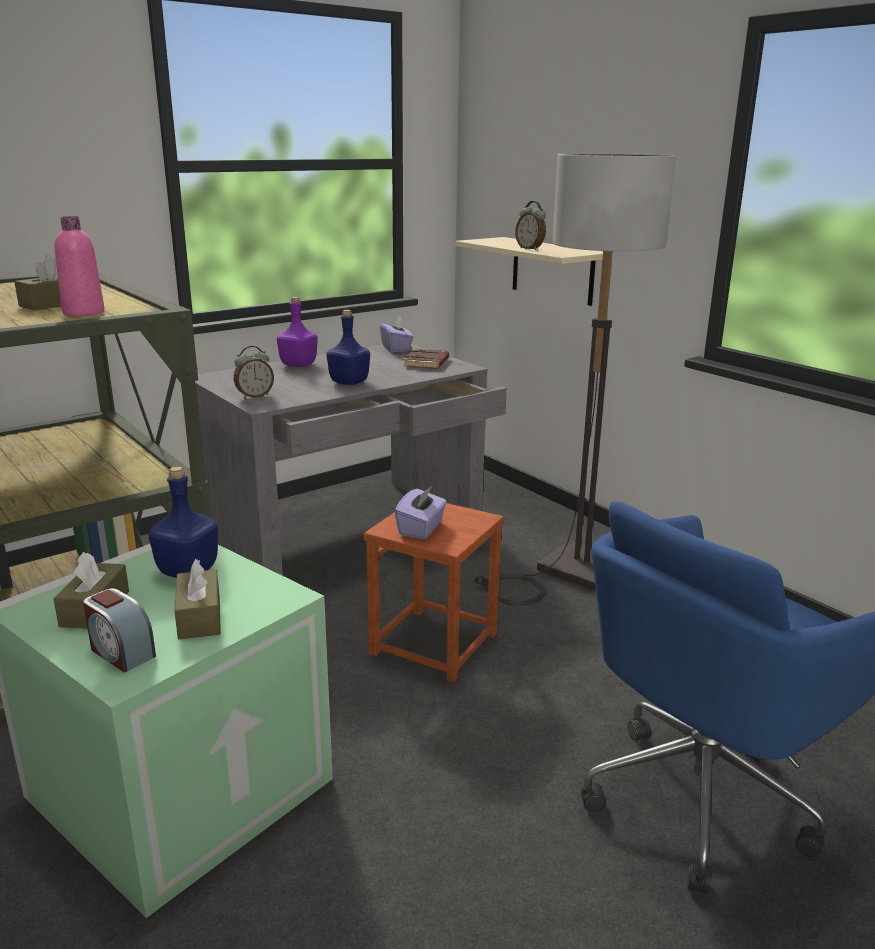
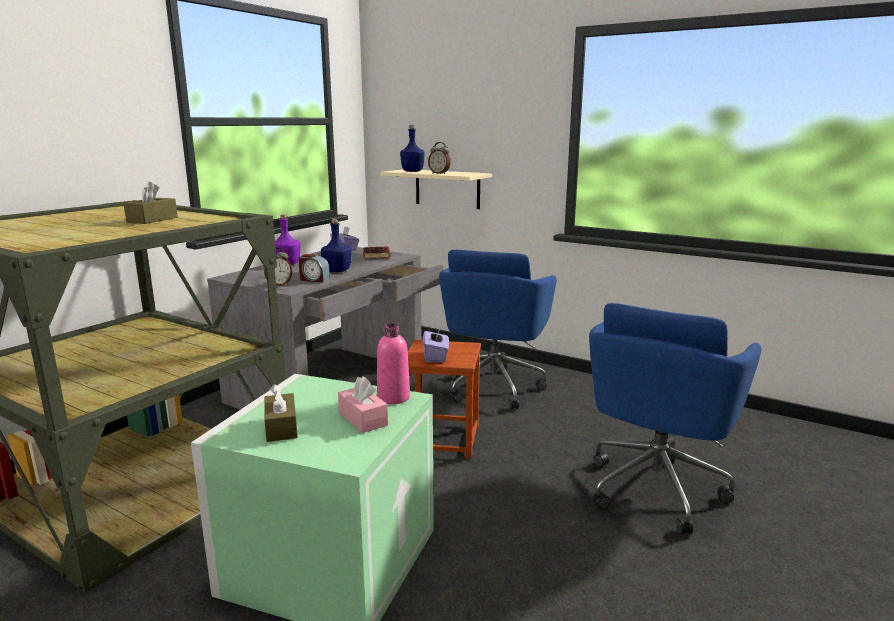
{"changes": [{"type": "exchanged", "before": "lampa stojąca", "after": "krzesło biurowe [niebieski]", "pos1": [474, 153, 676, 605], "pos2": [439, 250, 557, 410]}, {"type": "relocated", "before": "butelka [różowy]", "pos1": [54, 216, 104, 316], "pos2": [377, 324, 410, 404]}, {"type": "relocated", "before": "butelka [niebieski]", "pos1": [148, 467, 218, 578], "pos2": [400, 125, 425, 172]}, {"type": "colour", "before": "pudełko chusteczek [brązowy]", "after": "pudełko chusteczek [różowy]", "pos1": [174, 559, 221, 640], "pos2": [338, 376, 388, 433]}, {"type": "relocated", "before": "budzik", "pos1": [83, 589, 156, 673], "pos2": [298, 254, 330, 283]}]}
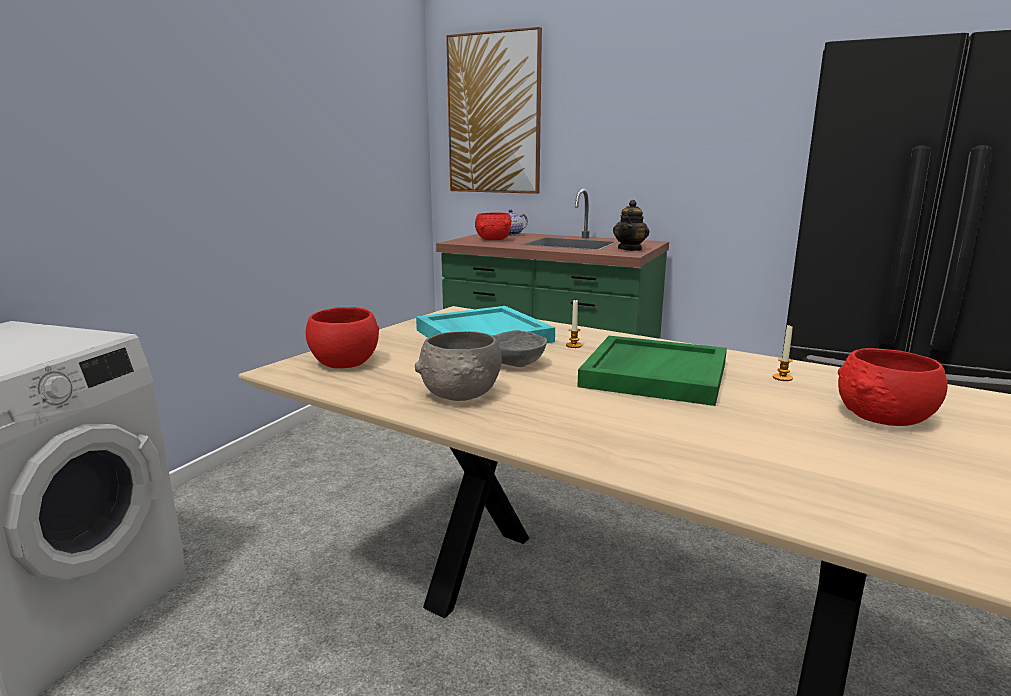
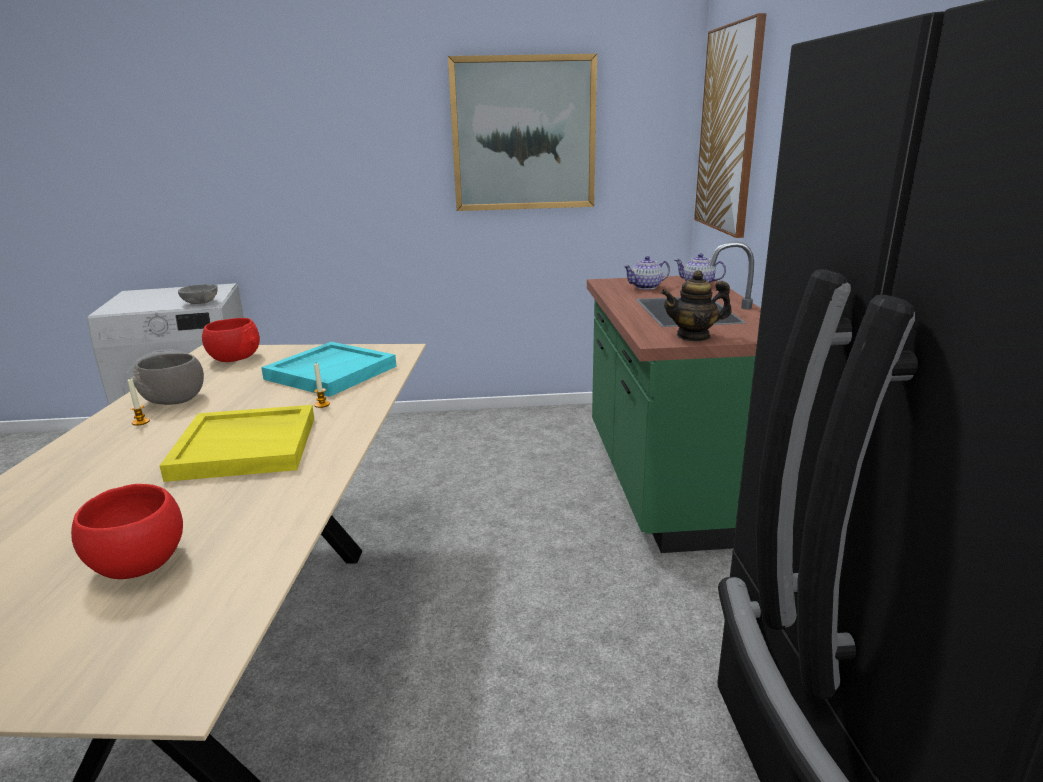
{"changes": [{"type": "exchanged", "before": "miska [czerwony]", "after": "imbryk", "pos1": [475, 213, 511, 240], "pos2": [623, 256, 670, 290]}, {"type": "relocated", "before": "świeca", "pos1": [773, 325, 793, 381], "pos2": [127, 378, 150, 426]}, {"type": "relocated", "before": "miska [szary]", "pos1": [492, 330, 547, 367], "pos2": [178, 284, 218, 304]}, {"type": "colour", "before": "taca [zielony]", "after": "taca [żółty]", "pos1": [577, 336, 727, 406], "pos2": [159, 405, 314, 482]}, {"type": "appeared", "after": "obraz", "pos2": [448, 54, 597, 211]}]}
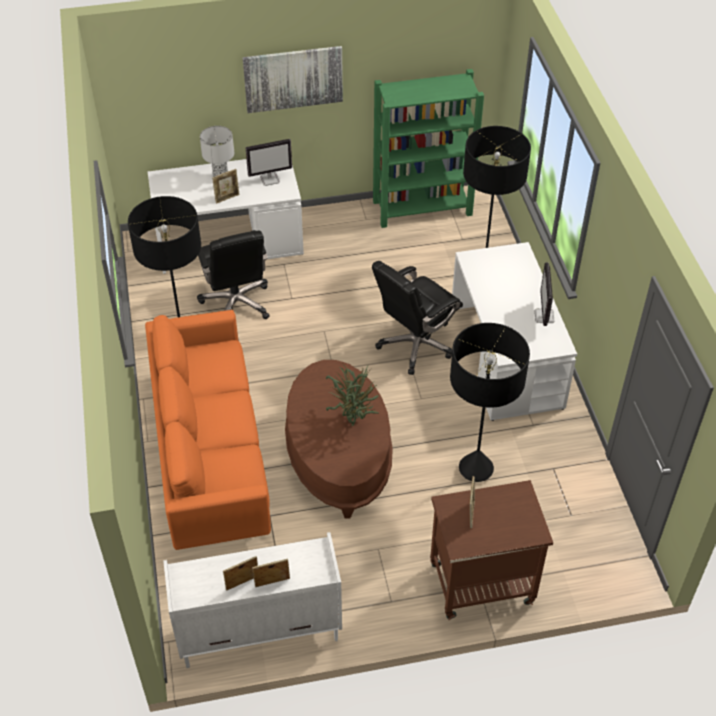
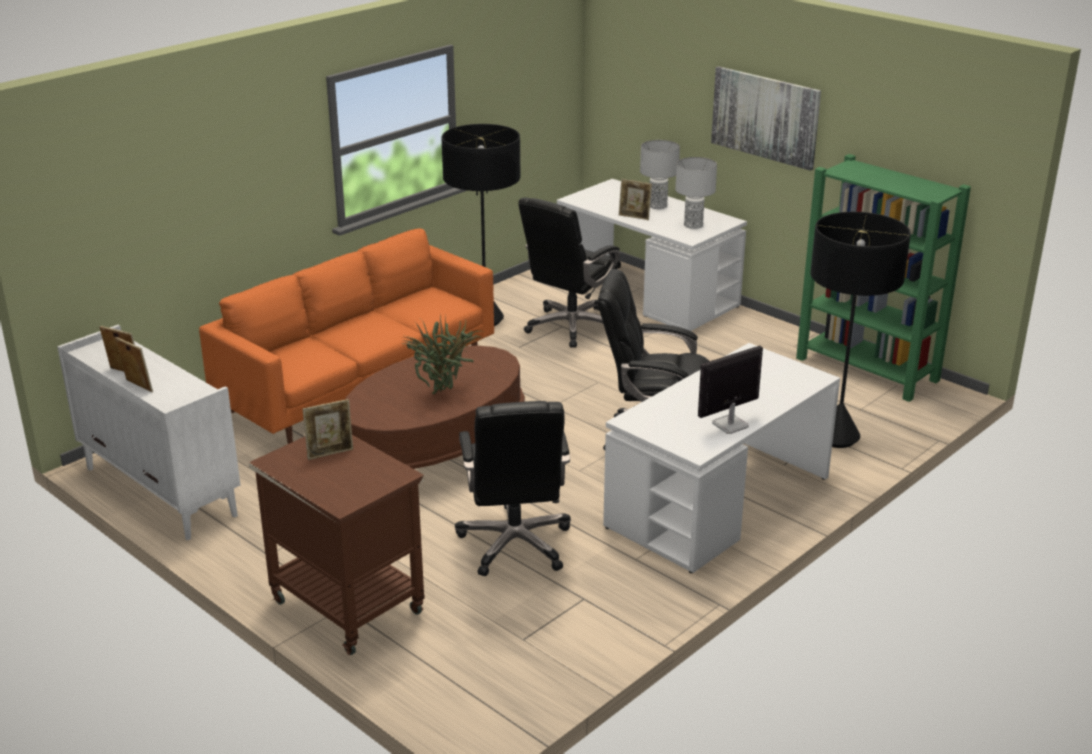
{"changes": [{"type": "exchanged", "before": "monitor", "after": "lampa stołowa [biały]", "pos1": [246, 139, 292, 186], "pos2": [675, 157, 717, 229]}, {"type": "exchanged", "before": "lampa stojąca [czarny]", "after": "krzesło biurowe [czarny]", "pos1": [450, 323, 530, 482], "pos2": [455, 401, 571, 576]}]}
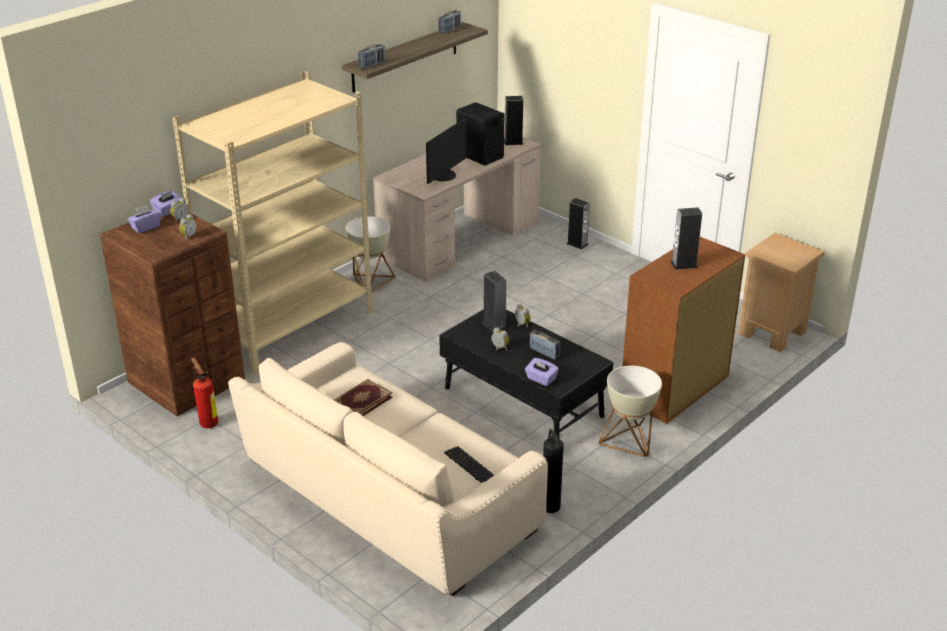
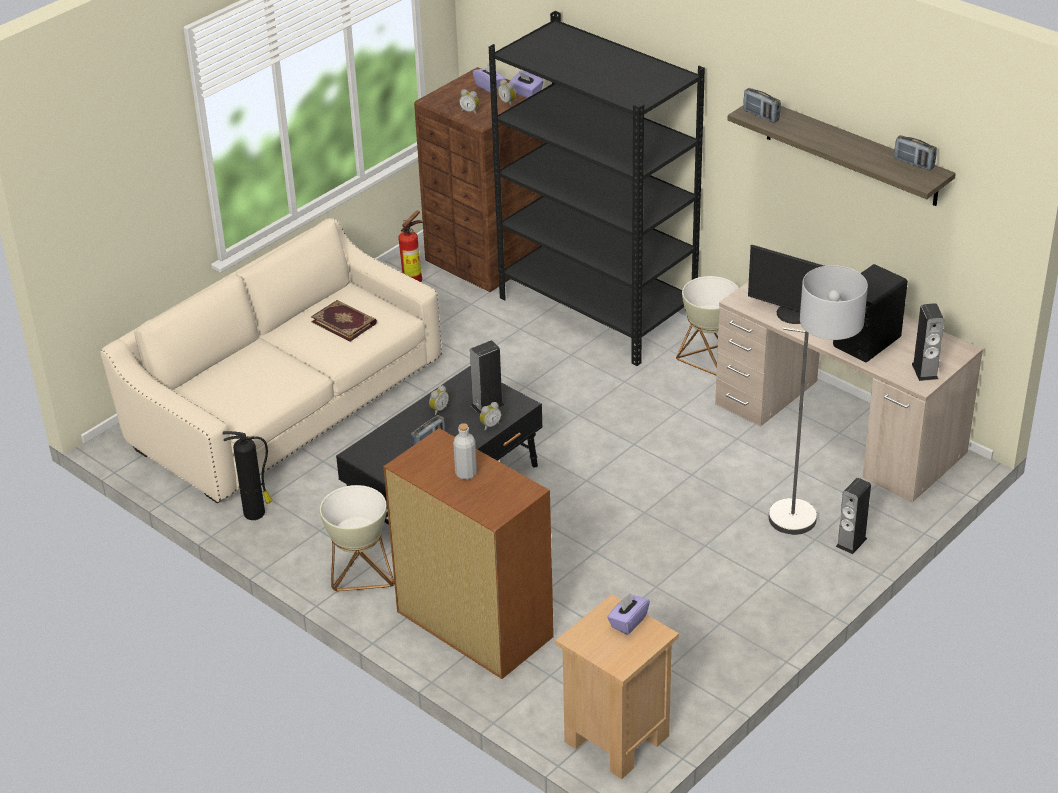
{"changes": [{"type": "colour", "before": "regał [beżowy]", "after": "regał [czarny]", "pos1": [173, 71, 372, 375], "pos2": [489, 11, 705, 366]}, {"type": "exchanged", "before": "głośnik", "after": "butelka [szary]", "pos1": [670, 207, 702, 270], "pos2": [453, 423, 477, 480]}, {"type": "relocated", "before": "pudełko chusteczek [fioletowy]", "pos1": [525, 358, 559, 386], "pos2": [607, 593, 650, 635]}, {"type": "missing", "before": "klawiatura", "pos1": [444, 446, 494, 483]}, {"type": "appeared", "after": "lampa stojąca [szary]", "pos2": [769, 265, 868, 535]}]}
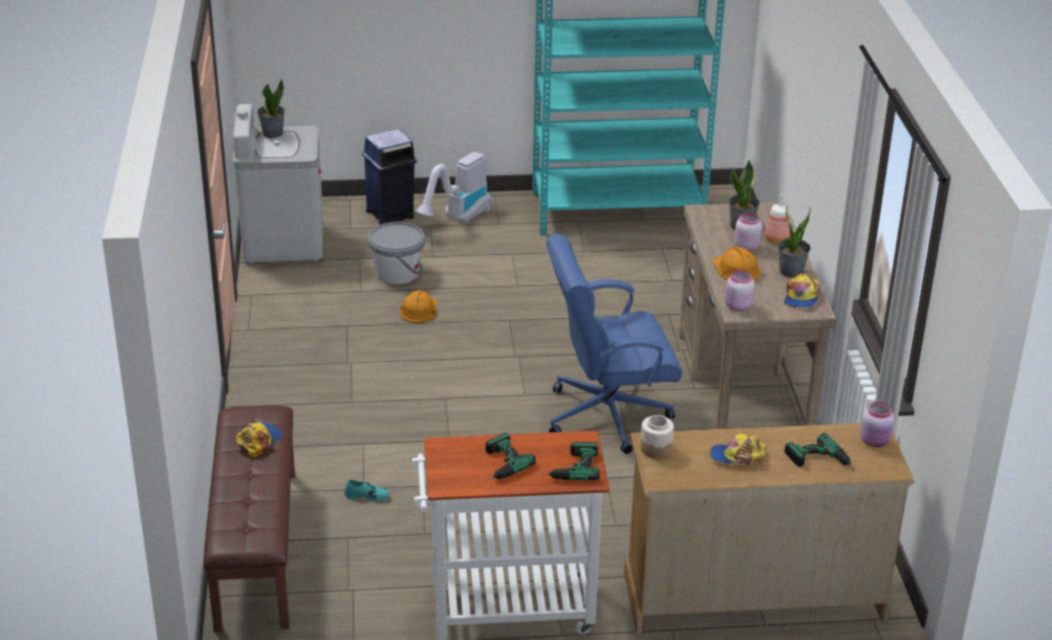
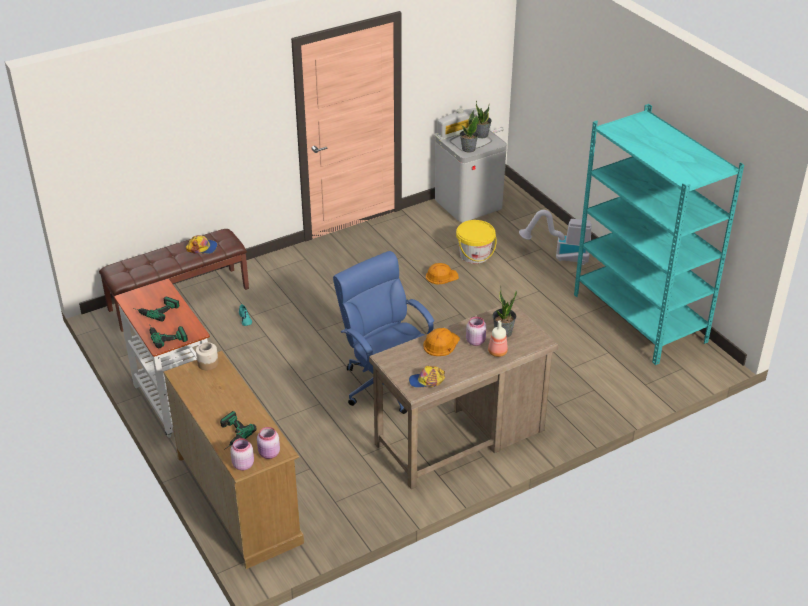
{"changes": [{"type": "missing", "before": "kosz na śmieci [niebieski]", "pos1": [362, 129, 417, 225]}, {"type": "relocated", "before": "roślina doniczkowa", "pos1": [778, 206, 811, 278], "pos2": [460, 110, 479, 153]}, {"type": "colour", "before": "wiadro [szary]", "after": "wiadro [żółty]", "pos1": [368, 222, 425, 284], "pos2": [456, 220, 496, 264]}, {"type": "relocated", "before": "słoik [różowy]", "pos1": [725, 270, 755, 311], "pos2": [230, 438, 254, 470]}, {"type": "missing", "before": "czapka z daszkiem", "pos1": [710, 433, 767, 465]}]}
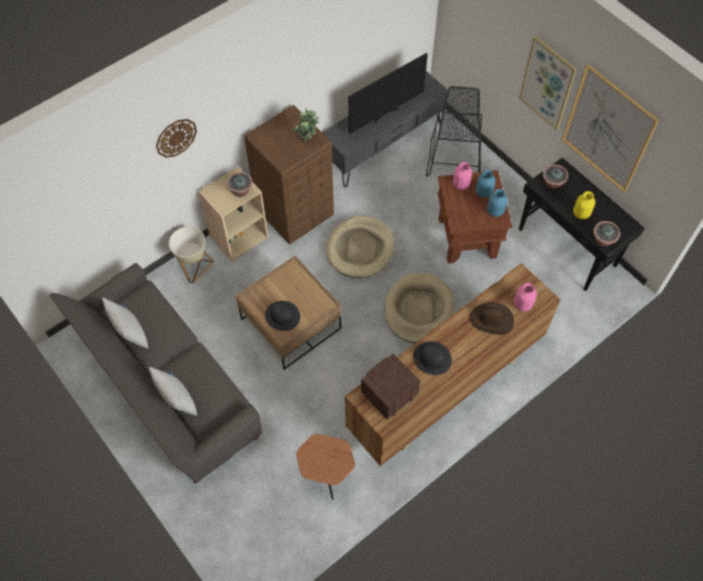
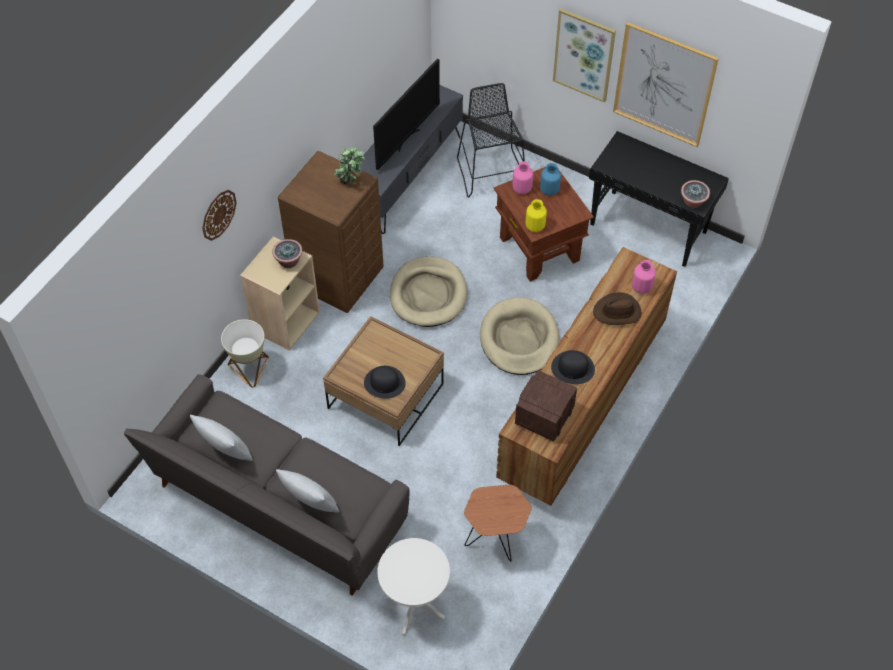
{"changes": [{"type": "missing", "before": "roślina doniczkowa", "pos1": [543, 164, 568, 189]}, {"type": "missing", "before": "wazon [niebieski]", "pos1": [487, 189, 508, 217]}, {"type": "relocated", "before": "wazon [żółty]", "pos1": [573, 191, 595, 219], "pos2": [525, 199, 547, 232]}, {"type": "appeared", "after": "stolik [biały]", "pos2": [378, 538, 450, 636]}]}
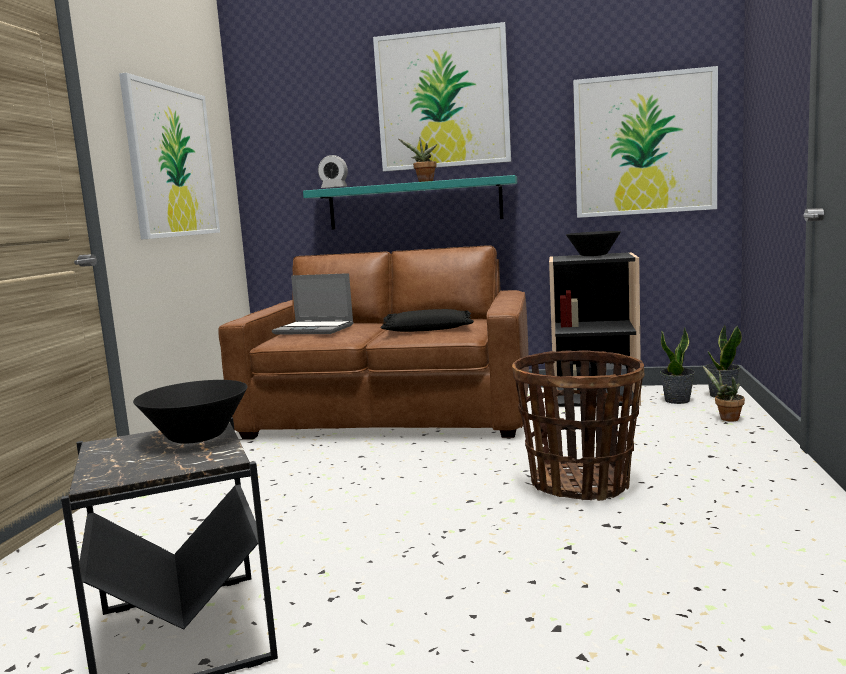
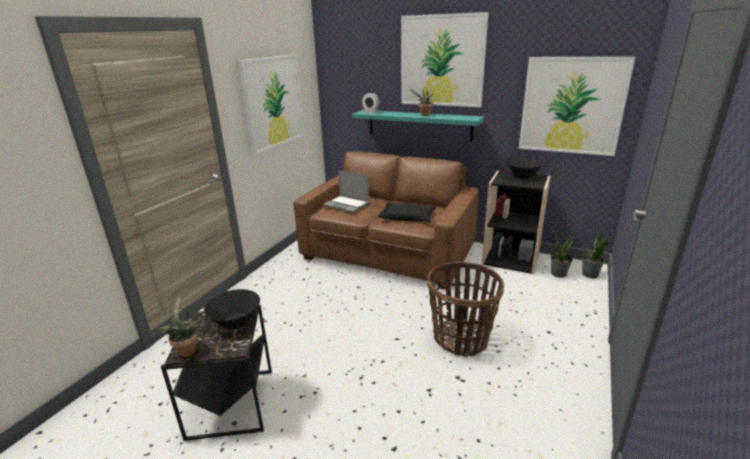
{"changes": [{"type": "relocated", "before": "roślina doniczkowa", "pos1": [703, 366, 745, 422], "pos2": [157, 296, 198, 357]}]}
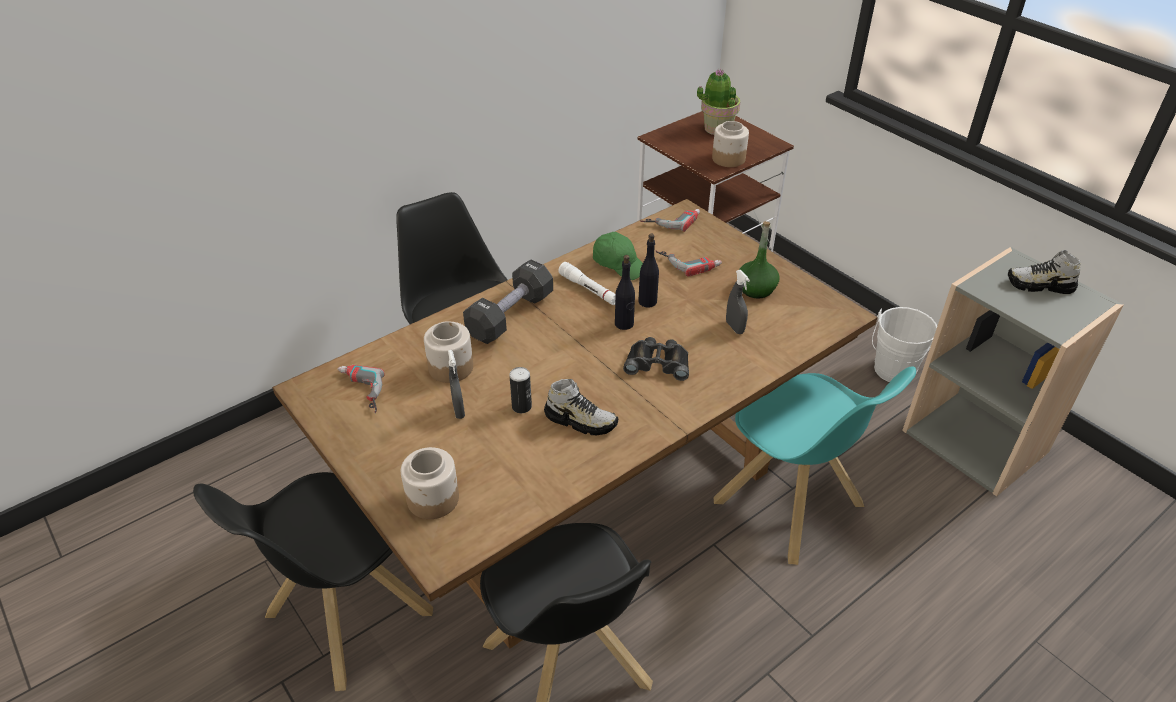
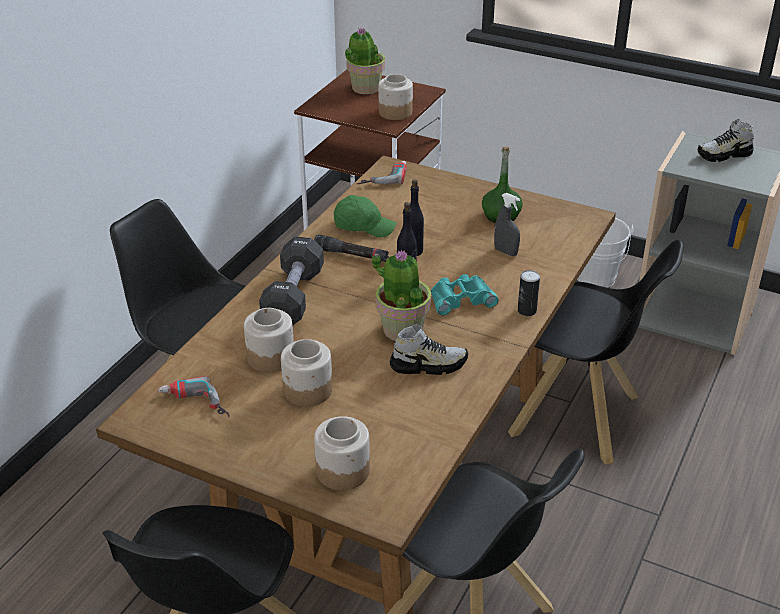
{"changes": [{"type": "missing", "before": "wiertarka", "pos1": [656, 250, 722, 277]}, {"type": "colour", "before": "latarka [biały]", "after": "latarka [czarny]", "pos1": [558, 262, 615, 305], "pos2": [314, 235, 389, 262]}, {"type": "colour", "before": "lornetka [czarny]", "after": "lornetka [turkusowy]", "pos1": [623, 337, 689, 381], "pos2": [431, 274, 499, 315]}, {"type": "exchanged", "before": "spryskiwacz [szary]", "after": "słoik", "pos1": [448, 350, 465, 419], "pos2": [281, 339, 332, 407]}, {"type": "colour", "before": "krzesło [turkusowy]", "after": "krzesło [czarny]", "pos1": [714, 366, 916, 565], "pos2": [508, 240, 684, 465]}, {"type": "relocated", "before": "puszka", "pos1": [509, 367, 532, 413], "pos2": [518, 270, 540, 316]}, {"type": "appeared", "after": "roślina doniczkowa", "pos2": [372, 249, 431, 341]}]}
